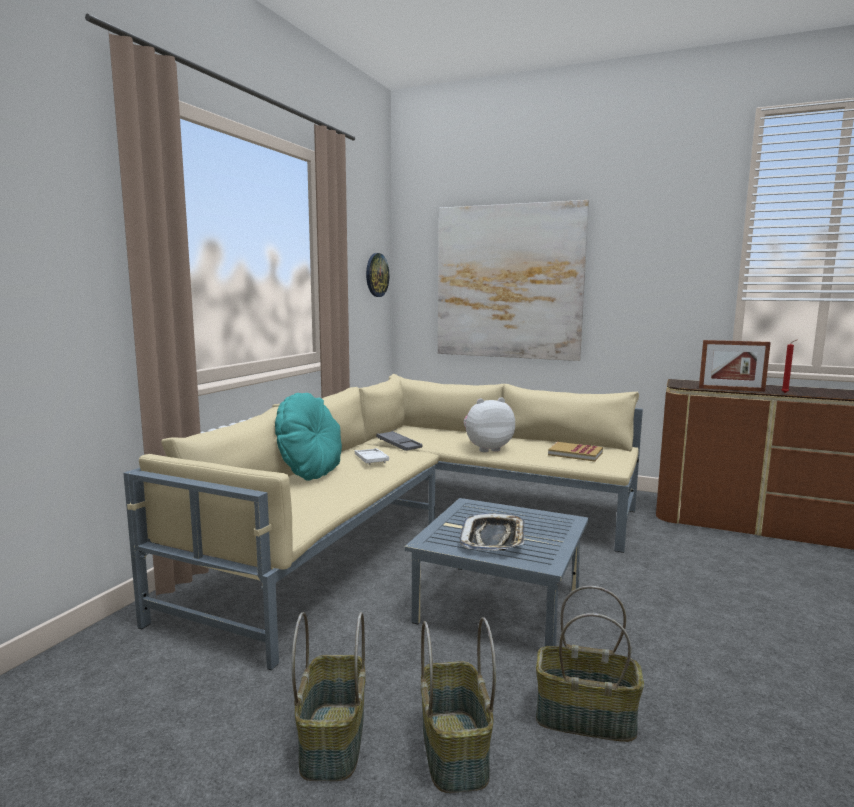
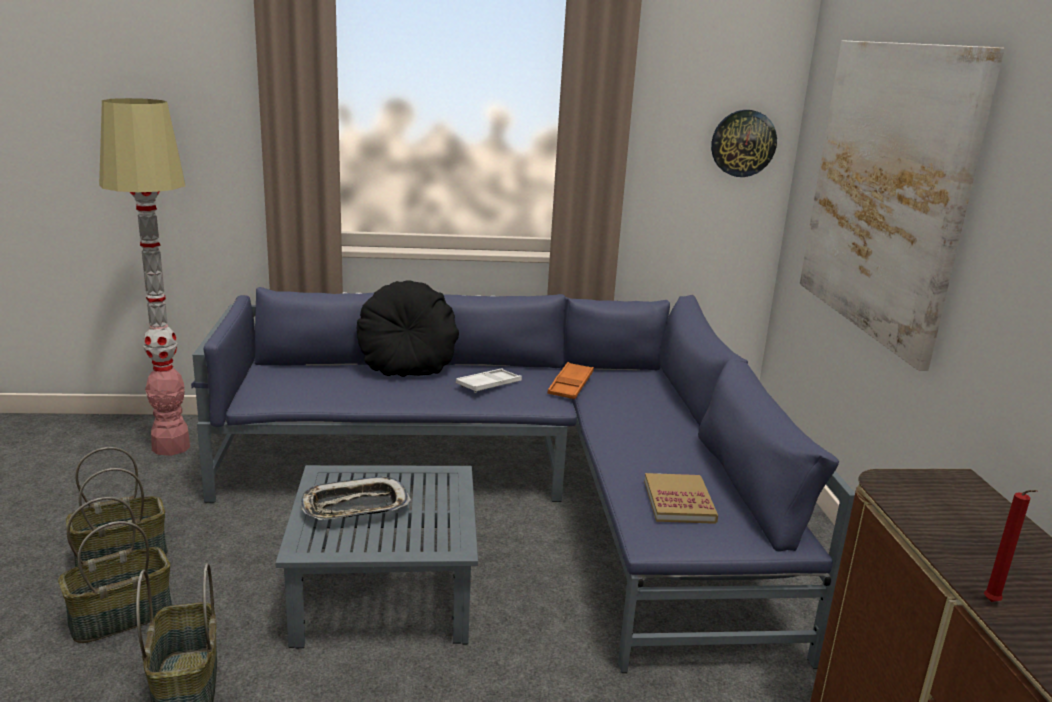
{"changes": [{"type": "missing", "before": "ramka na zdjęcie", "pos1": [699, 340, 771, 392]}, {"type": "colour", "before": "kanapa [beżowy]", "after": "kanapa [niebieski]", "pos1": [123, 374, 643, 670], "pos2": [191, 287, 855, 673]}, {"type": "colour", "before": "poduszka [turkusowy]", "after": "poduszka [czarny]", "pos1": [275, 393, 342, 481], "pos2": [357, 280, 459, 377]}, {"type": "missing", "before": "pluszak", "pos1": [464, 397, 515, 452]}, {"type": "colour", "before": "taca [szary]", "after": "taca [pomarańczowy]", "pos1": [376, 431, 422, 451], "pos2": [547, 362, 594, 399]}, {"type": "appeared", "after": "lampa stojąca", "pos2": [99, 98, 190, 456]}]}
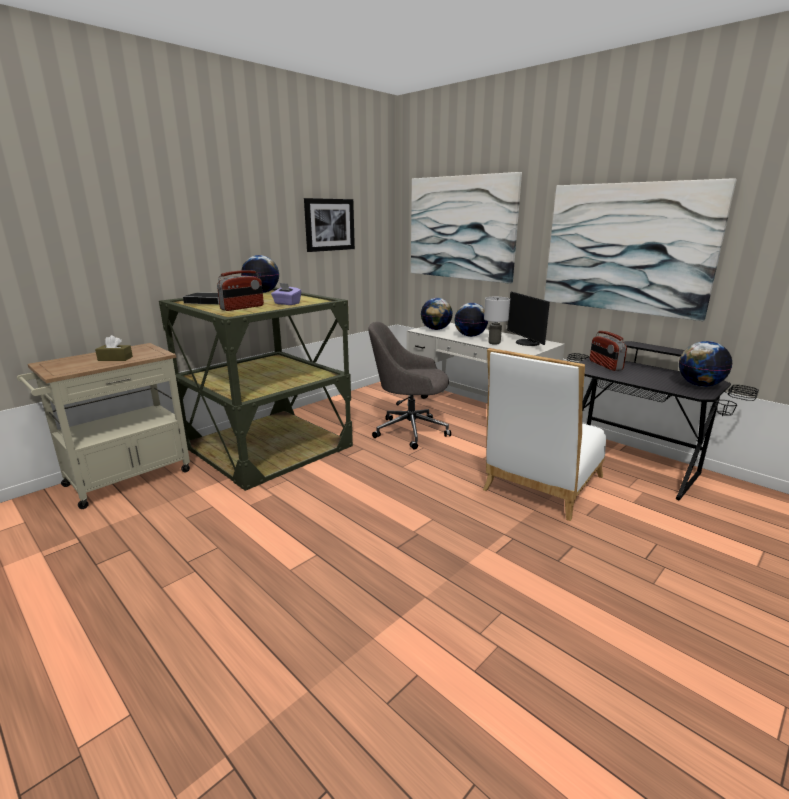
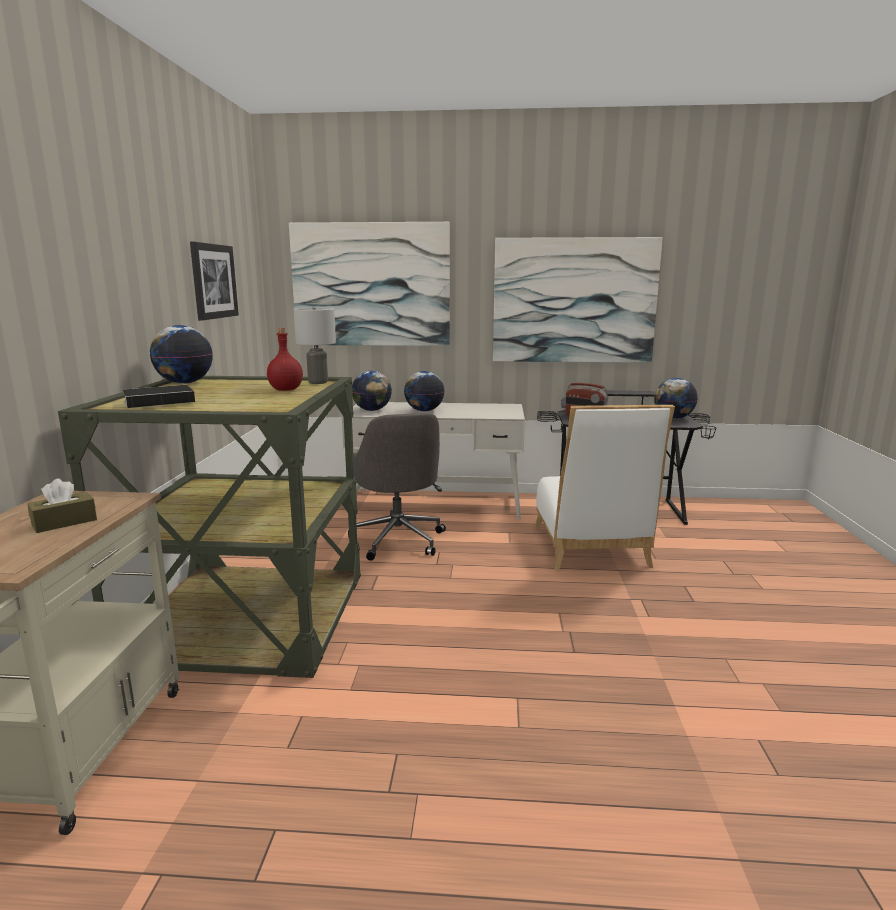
{"changes": [{"type": "missing", "before": "radio", "pos1": [217, 270, 264, 311]}, {"type": "exchanged", "before": "pudełko chusteczek [fioletowy]", "after": "butelka [czerwony]", "pos1": [271, 283, 301, 305], "pos2": [267, 328, 303, 391]}, {"type": "missing", "before": "monitor", "pos1": [507, 292, 550, 346]}, {"type": "relocated", "before": "lampa stołowa [biały]", "pos1": [484, 297, 510, 345], "pos2": [294, 307, 336, 384]}, {"type": "spun", "before": "krzesło biurowe [szary]", "pos1": [368, 322, 451, 450], "pos2": [348, 413, 446, 561], "turn": -75}]}
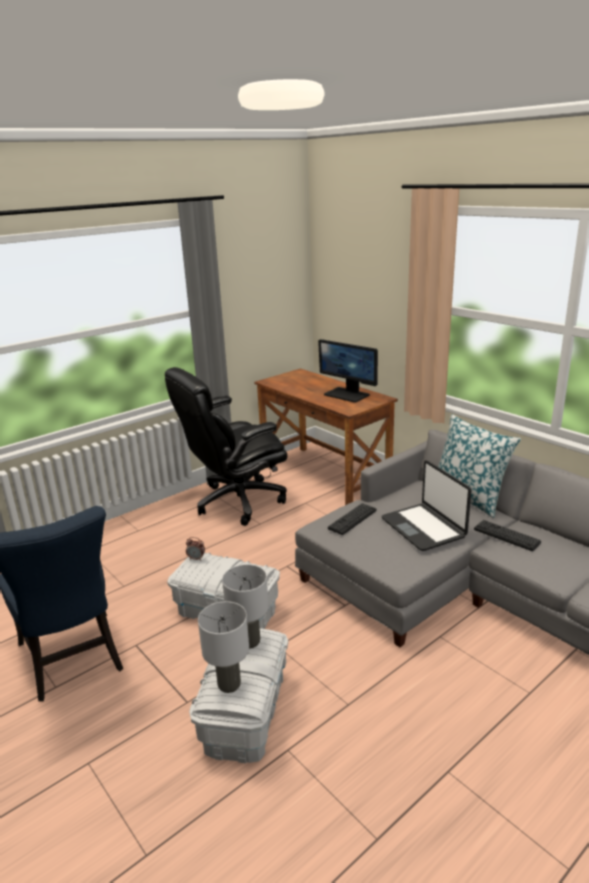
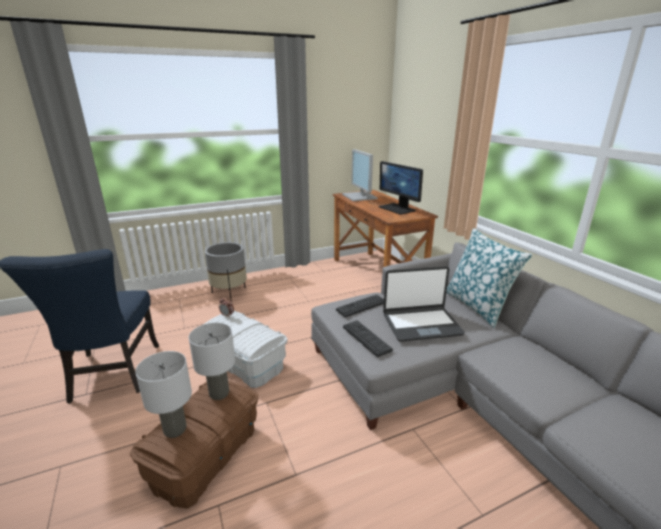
{"changes": [{"type": "missing", "before": "krzesło biurowe [czarny]", "pos1": [165, 367, 287, 526]}, {"type": "spun", "before": "laptop", "pos1": [382, 460, 471, 551], "pos2": [383, 266, 465, 342], "turn": -90}, {"type": "relocated", "before": "klawiatura", "pos1": [474, 520, 541, 551], "pos2": [343, 320, 393, 357]}, {"type": "colour", "before": "pojemnik do przechowywania [biały]", "after": "pojemnik do przechowywania [brązowy]", "pos1": [189, 628, 288, 763], "pos2": [130, 381, 258, 509]}, {"type": "appeared", "after": "monitor", "pos2": [342, 149, 378, 201]}, {"type": "appeared", "after": "donica [szary]", "pos2": [205, 242, 247, 301]}]}
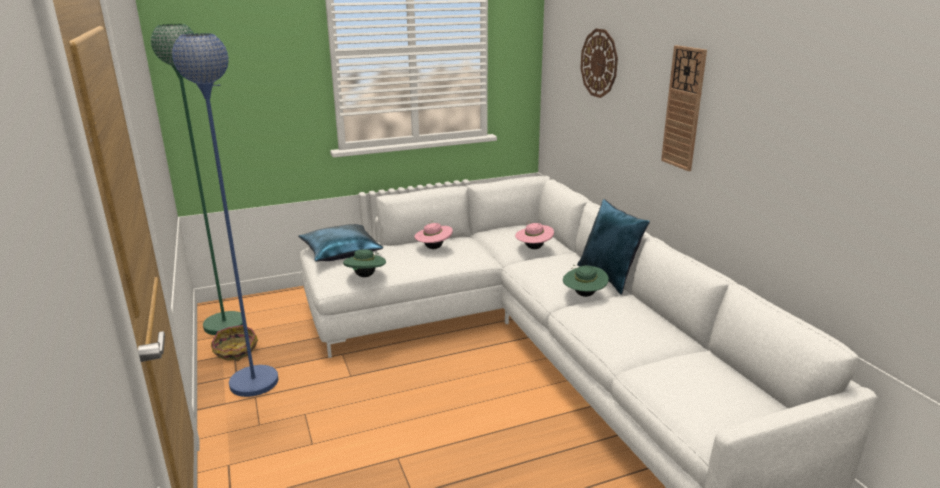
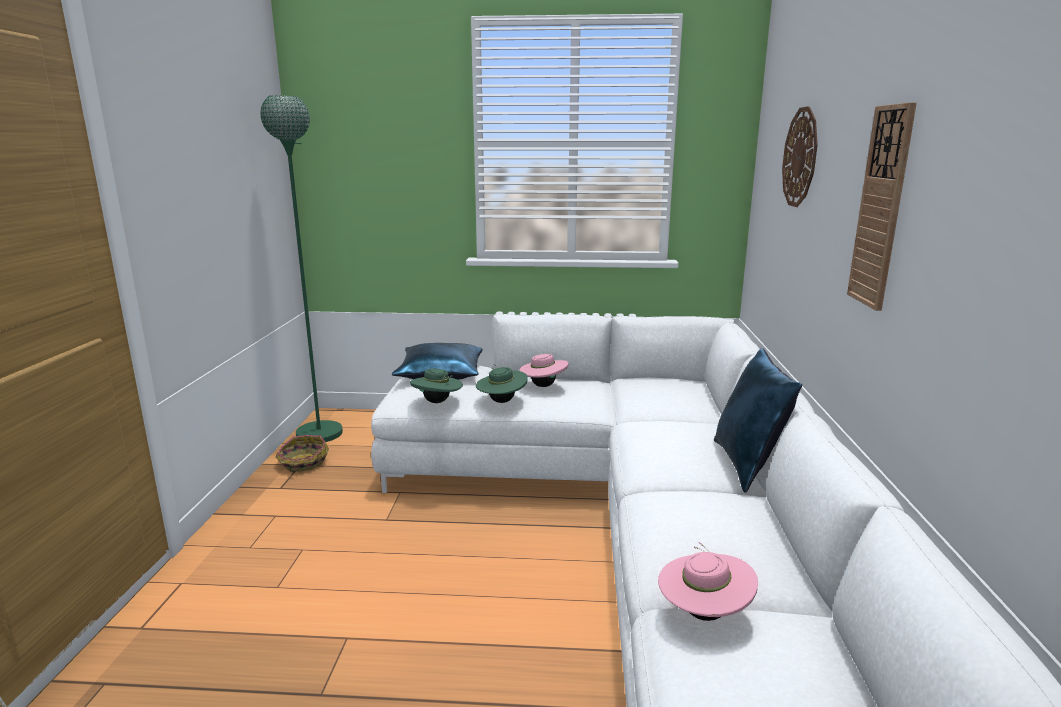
{"changes": [{"type": "missing", "before": "lampa stojąca [niebieski]", "pos1": [172, 33, 278, 397]}, {"type": "relocated", "before": "kapelusz [różowy]", "pos1": [515, 221, 554, 249], "pos2": [658, 542, 758, 621]}, {"type": "relocated", "before": "kapelusz [zielony]", "pos1": [563, 265, 609, 297], "pos2": [476, 365, 528, 403]}]}
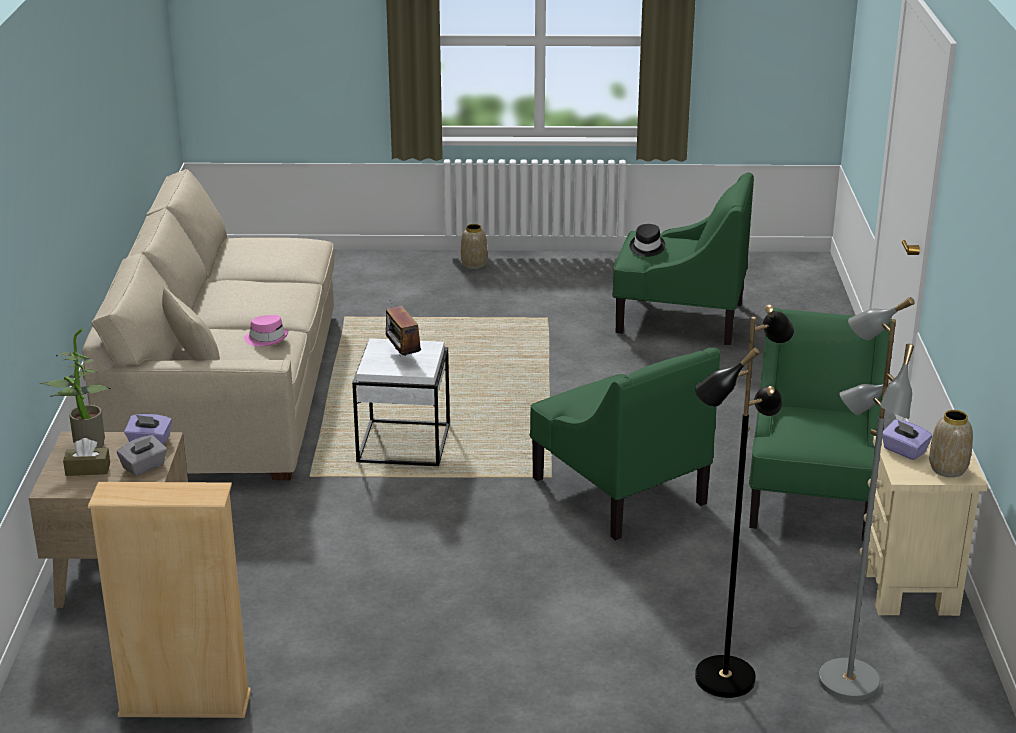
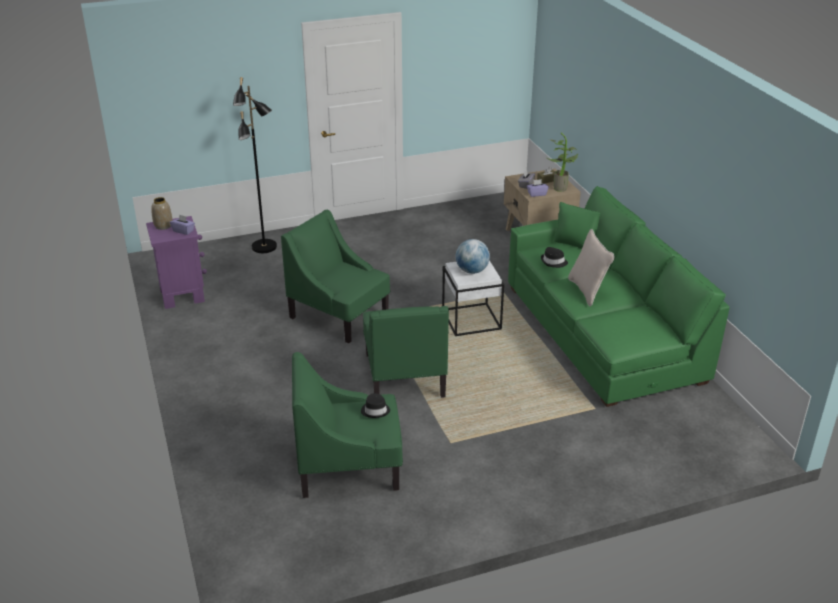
{"changes": [{"type": "colour", "before": "kanapa [beżowy]", "after": "kanapa [zielony]", "pos1": [82, 169, 334, 480], "pos2": [508, 186, 729, 407]}, {"type": "missing", "before": "wazon", "pos1": [461, 224, 487, 269]}, {"type": "missing", "before": "lampa stojąca [szary]", "pos1": [819, 297, 915, 701]}, {"type": "exchanged", "before": "radio", "after": "globus", "pos1": [386, 300, 421, 356], "pos2": [455, 239, 490, 274]}, {"type": "relocated", "before": "fotel [zielony]", "pos1": [749, 308, 891, 541], "pos2": [363, 306, 449, 398]}, {"type": "colour", "before": "kapelusz [różowy]", "after": "kapelusz [czarny]", "pos1": [244, 315, 289, 347], "pos2": [541, 247, 568, 268]}, {"type": "colour", "before": "szafka nocna [beżowy]", "after": "szafka nocna [fioletowy]", "pos1": [859, 436, 988, 616], "pos2": [146, 216, 207, 309]}, {"type": "missing", "before": "regał [beżowy]", "pos1": [88, 482, 251, 718]}, {"type": "appeared", "after": "poduszka [beżowy]", "pos2": [568, 229, 615, 307]}]}
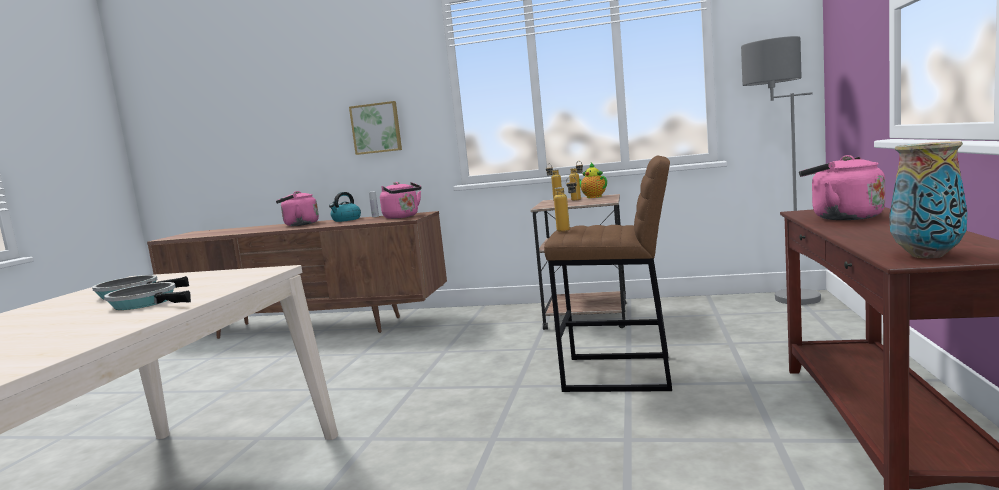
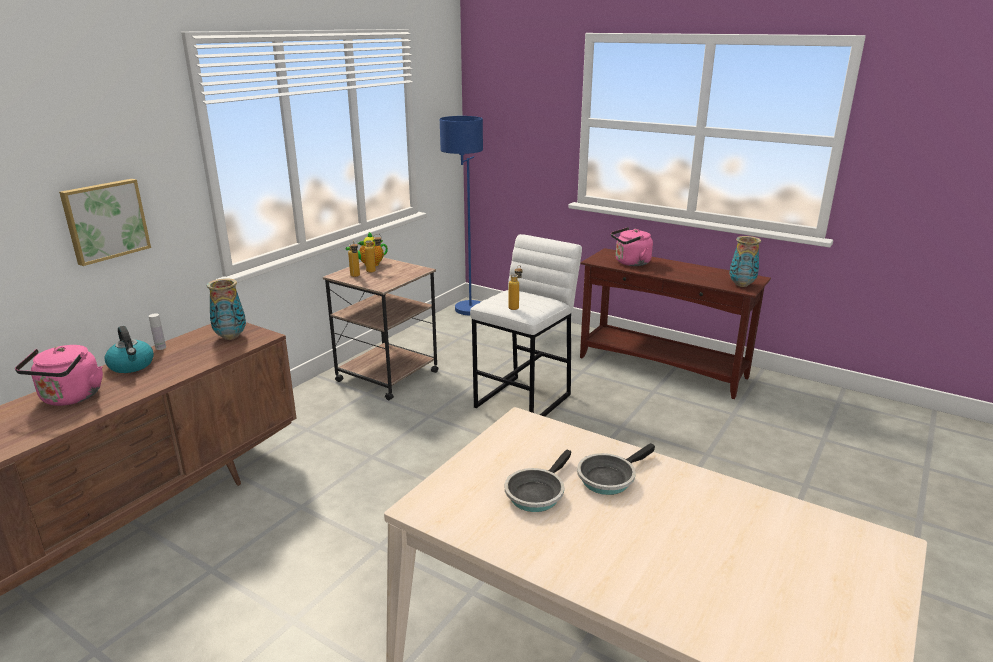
{"changes": [{"type": "colour", "before": "lampa stojąca [szary]", "after": "lampa stojąca [niebieski]", "pos1": [741, 36, 821, 305], "pos2": [440, 116, 483, 315]}, {"type": "colour", "before": "stołek [brązowy]", "after": "stołek [biały]", "pos1": [544, 155, 672, 392], "pos2": [470, 234, 582, 417]}, {"type": "exchanged", "before": "czajnik [różowy]", "after": "wazon", "pos1": [380, 182, 421, 219], "pos2": [207, 278, 246, 340]}]}
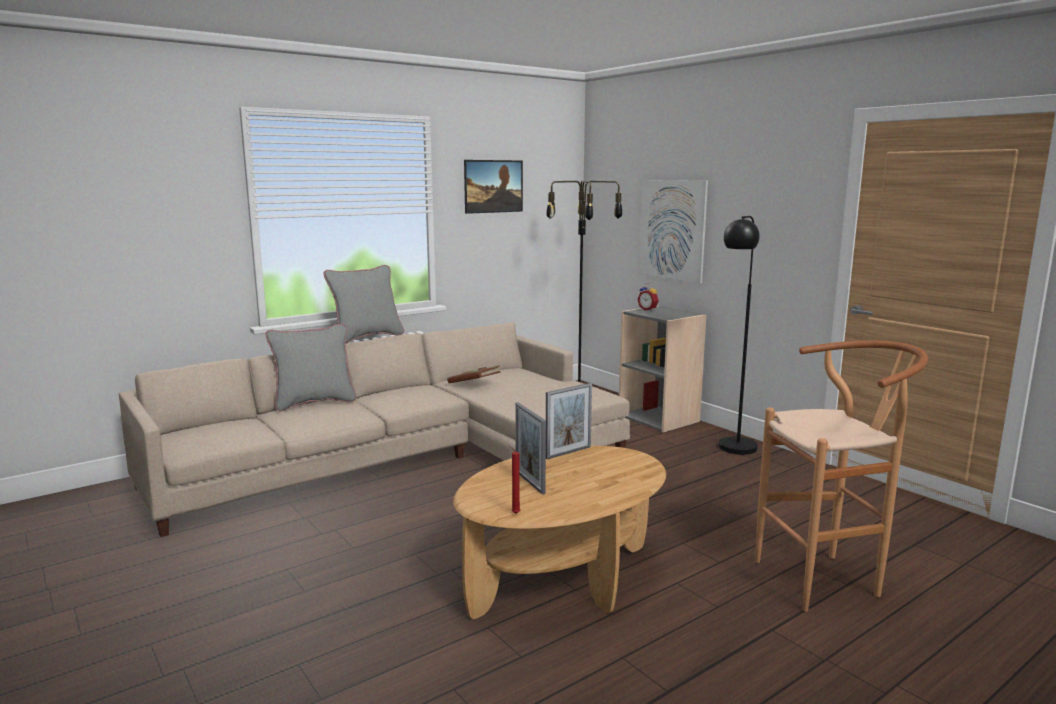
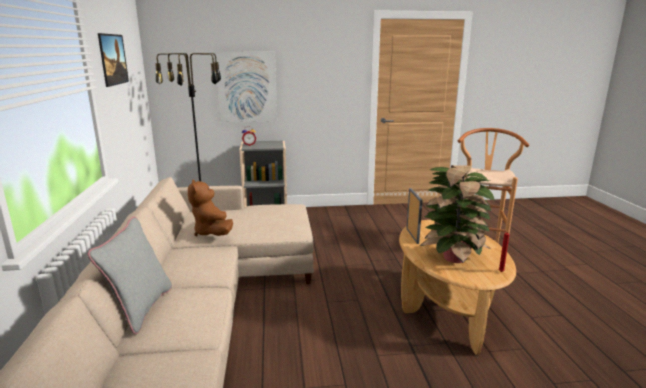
{"changes": [{"type": "missing", "before": "lampa stojąca [czarny]", "pos1": [719, 216, 760, 455]}, {"type": "missing", "before": "poduszka [szary]", "pos1": [323, 265, 404, 343]}, {"type": "exchanged", "before": "książka [brązowy]", "after": "pluszak [brązowy]", "pos1": [447, 365, 500, 383], "pos2": [188, 179, 233, 236]}, {"type": "exchanged", "before": "ramka na zdjęcie", "after": "roślina doniczkowa", "pos1": [515, 402, 546, 495], "pos2": [419, 165, 494, 263]}]}
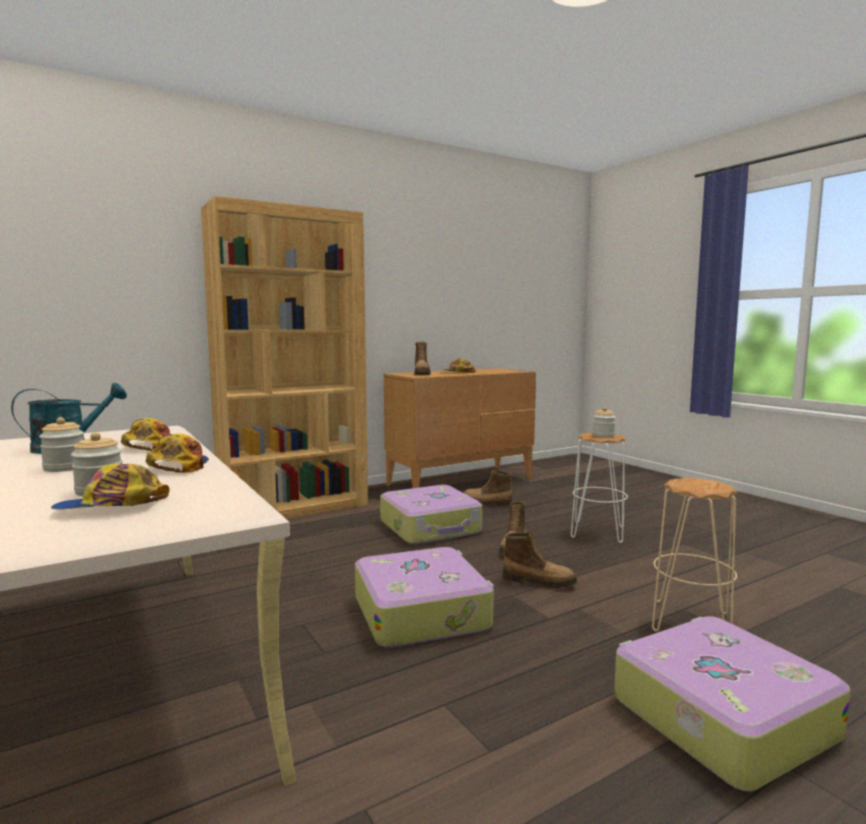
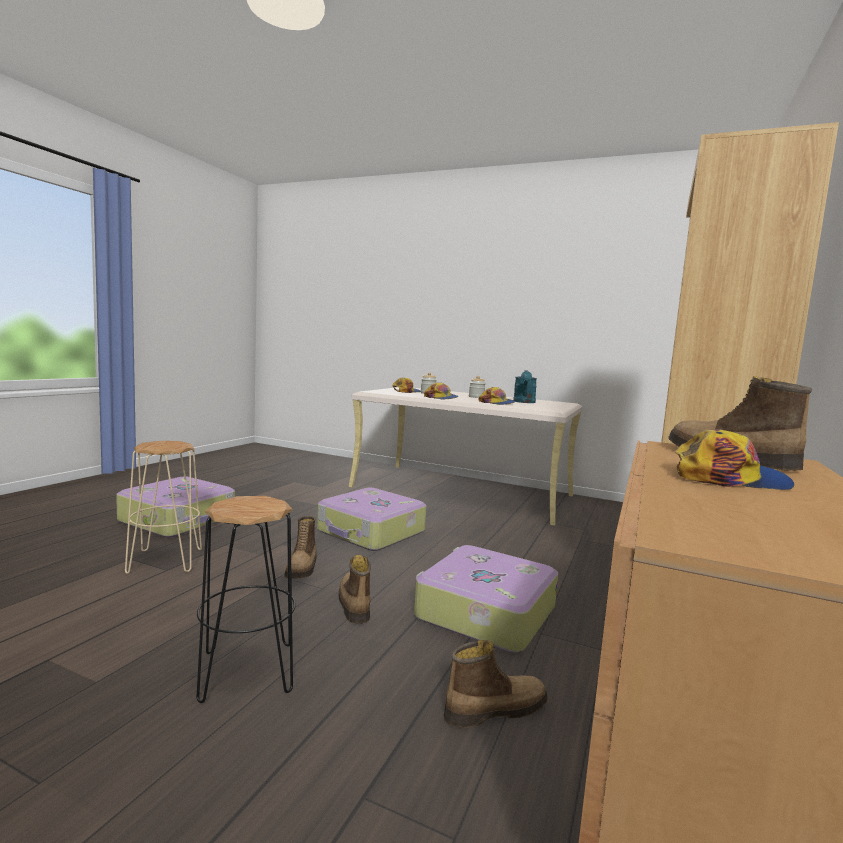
{"changes": [{"type": "missing", "before": "słoik", "pos1": [593, 407, 616, 438]}, {"type": "colour", "before": "stołek [biały]", "after": "stołek [czarny]", "pos1": [571, 432, 628, 543], "pos2": [196, 496, 296, 703]}, {"type": "spun", "before": "but z cholewką", "pos1": [503, 532, 577, 588], "pos2": [284, 516, 316, 579], "turn": -75}]}
